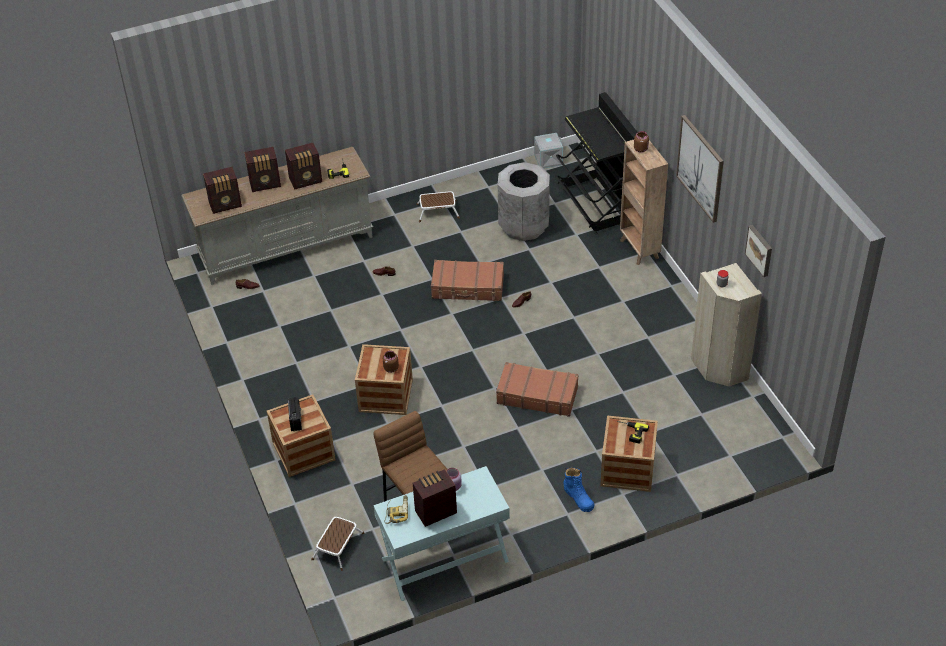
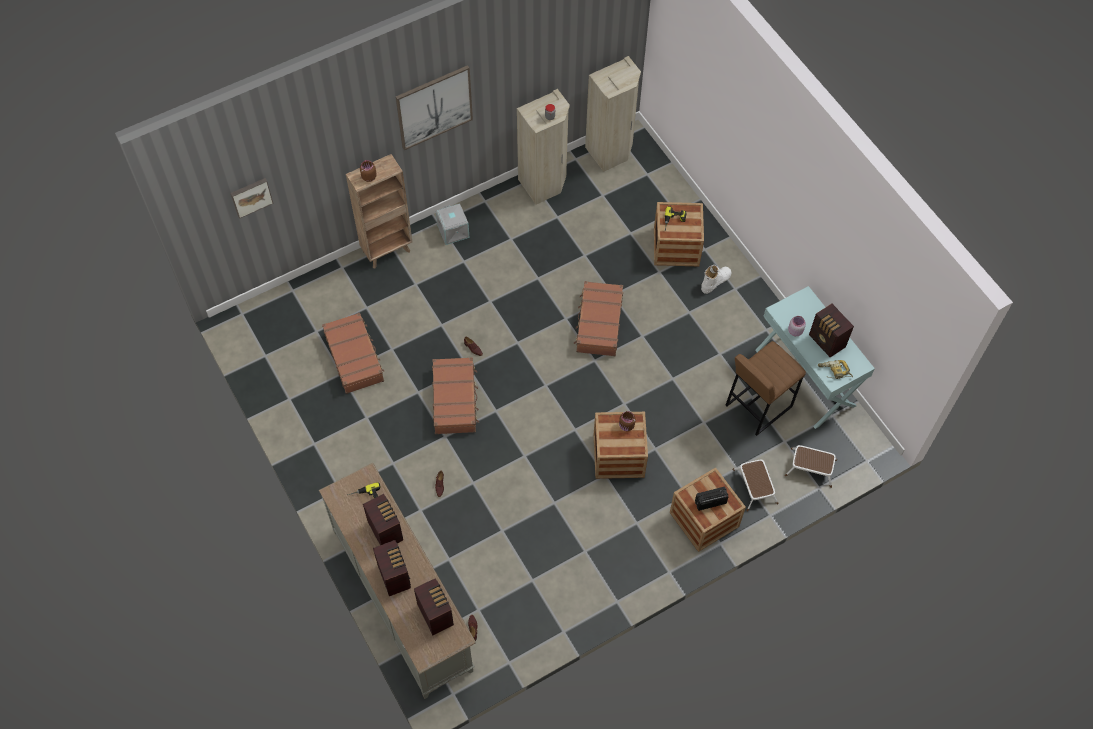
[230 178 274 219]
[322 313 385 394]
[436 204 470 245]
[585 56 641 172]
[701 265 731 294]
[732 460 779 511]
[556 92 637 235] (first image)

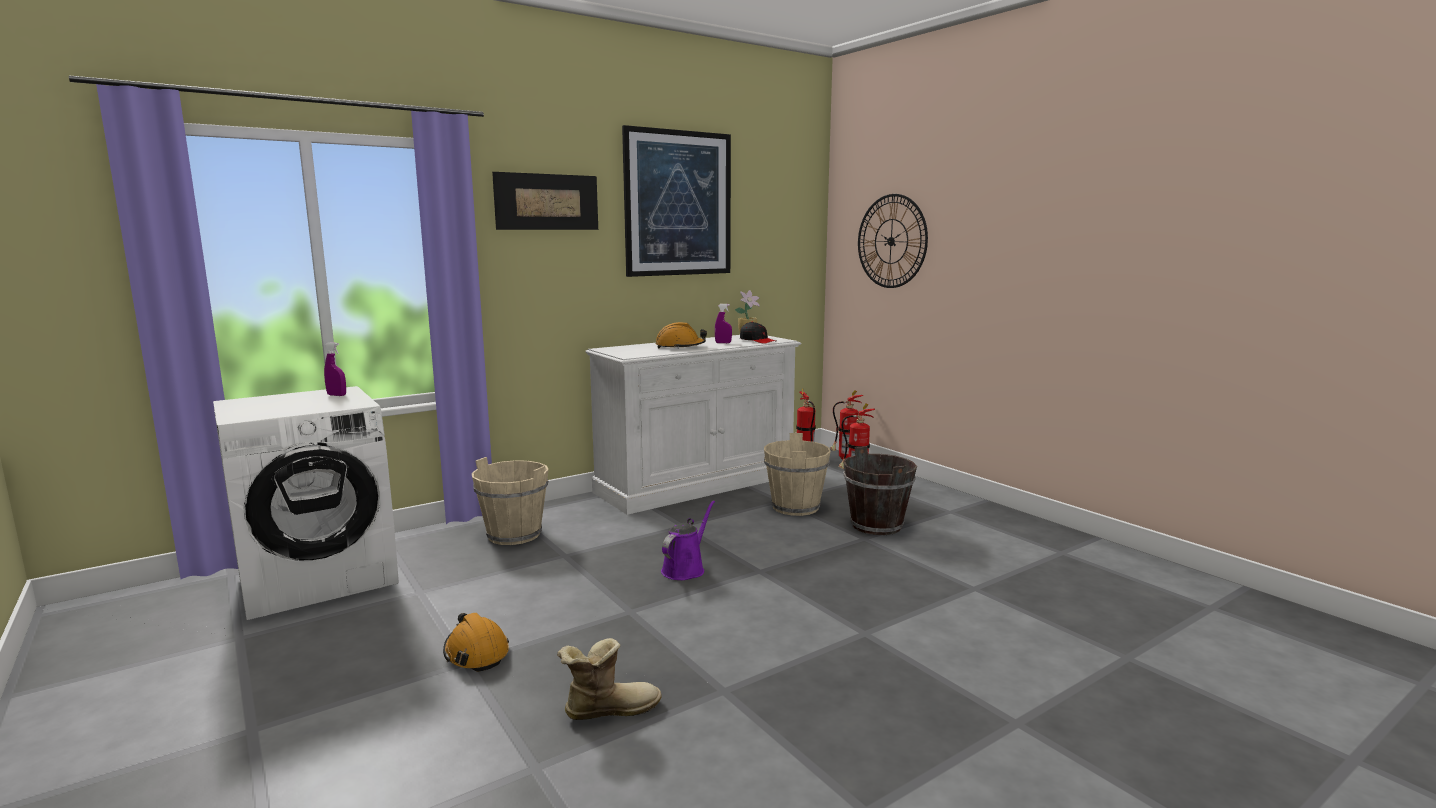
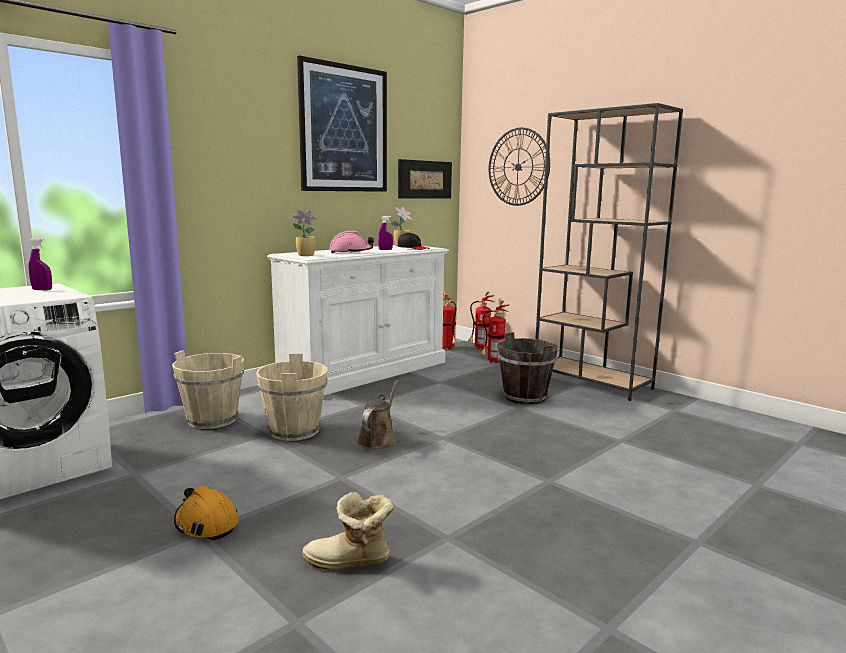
[256 353 328 441]
[292 209 317 256]
[302 492 394 570]
[329 231 374 253]
[357 380 398 449]
[398 159 452 199]
[535 103 683 401]

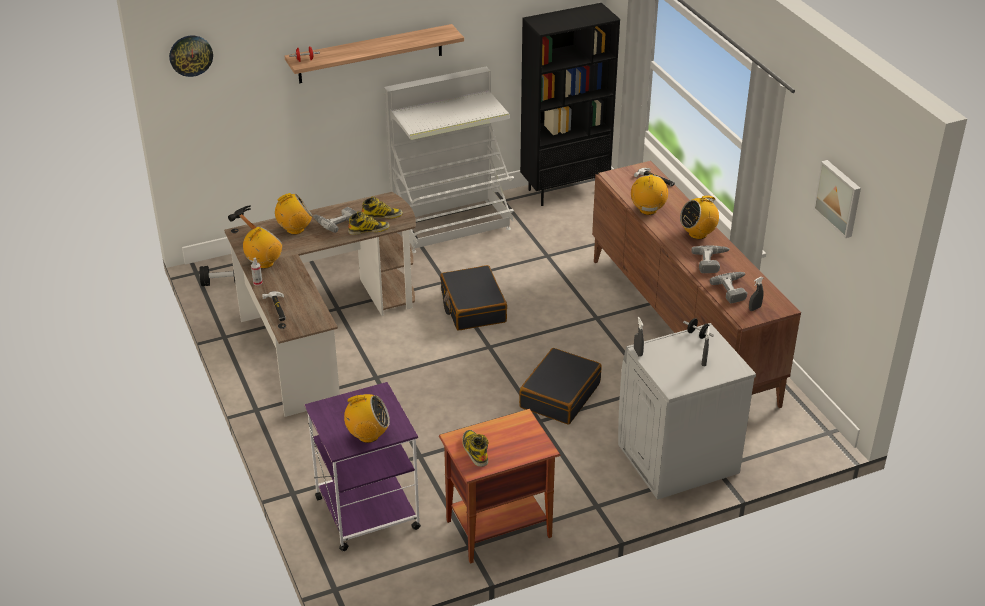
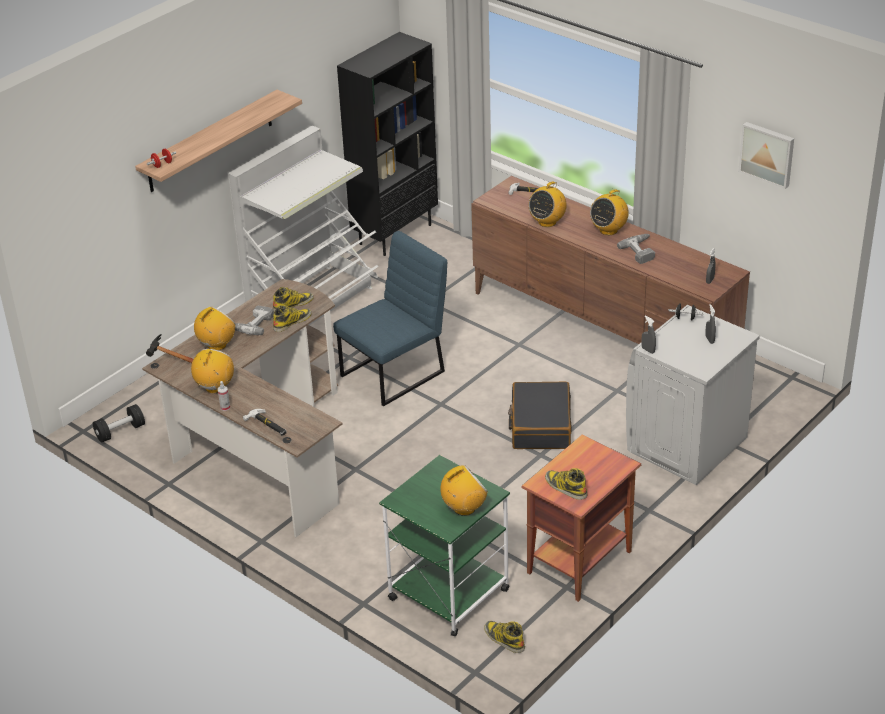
[333 231 447 406]
[379 455 510 636]
[484 621 525 653]
[529 180 567 227]
[169 36 213 77] (first image)
[710 272 747 303] (first image)

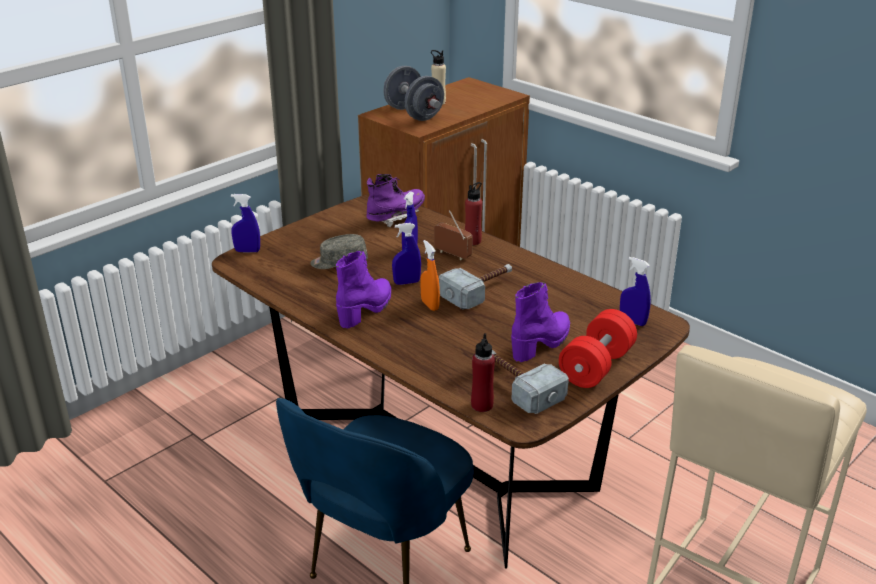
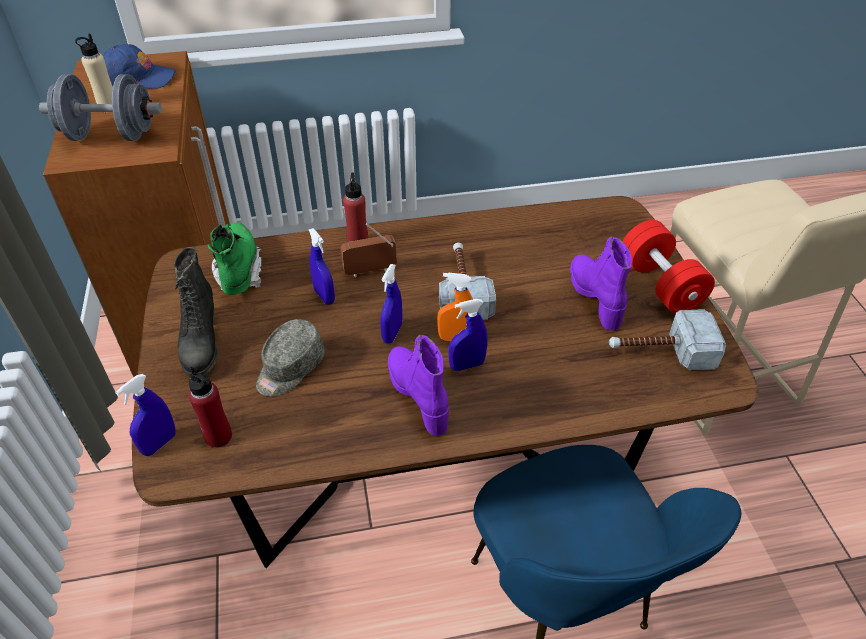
[103 44 176 89]
[174 247 218 378]
[189 367 232 448]
[208 223 261 295]
[449 299 488 371]

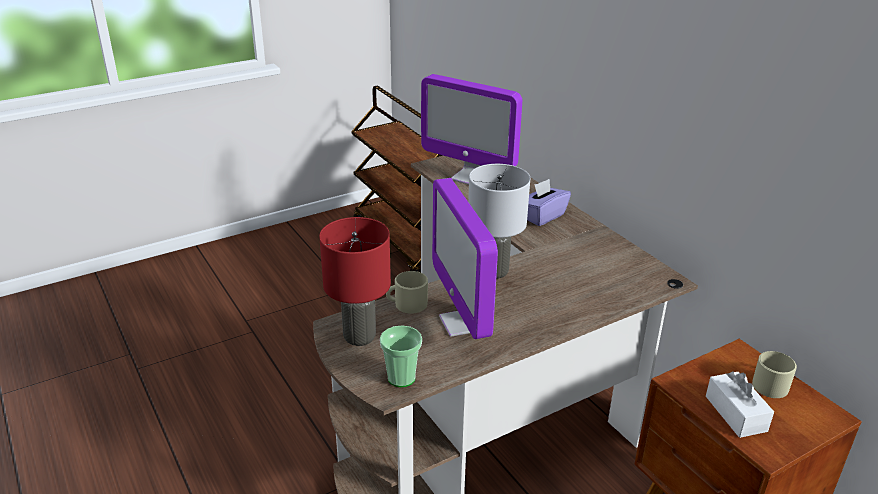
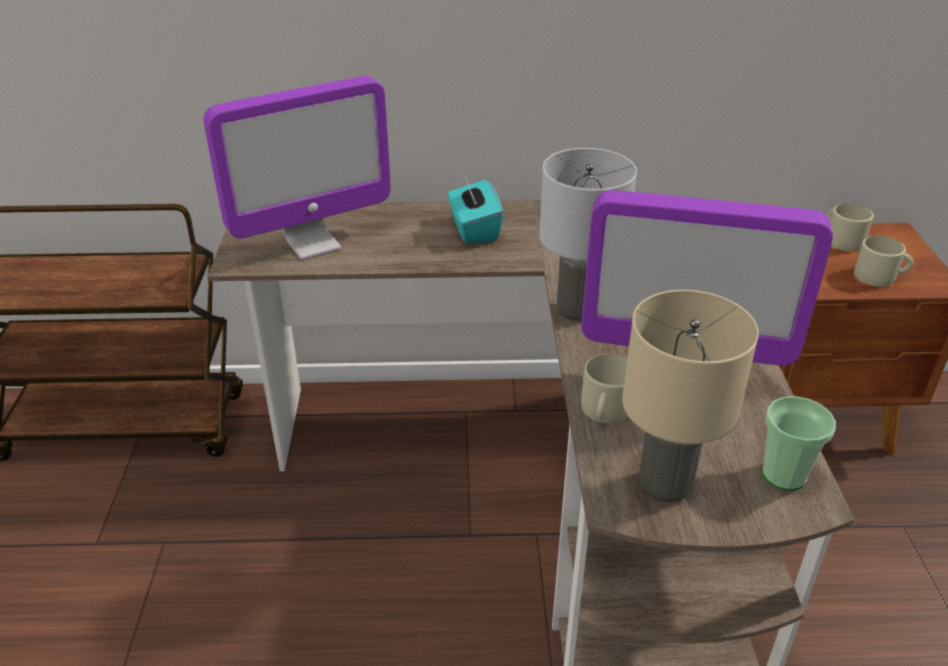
[447 176 503 244]
[622 290 759 502]
[854 236 913 287]

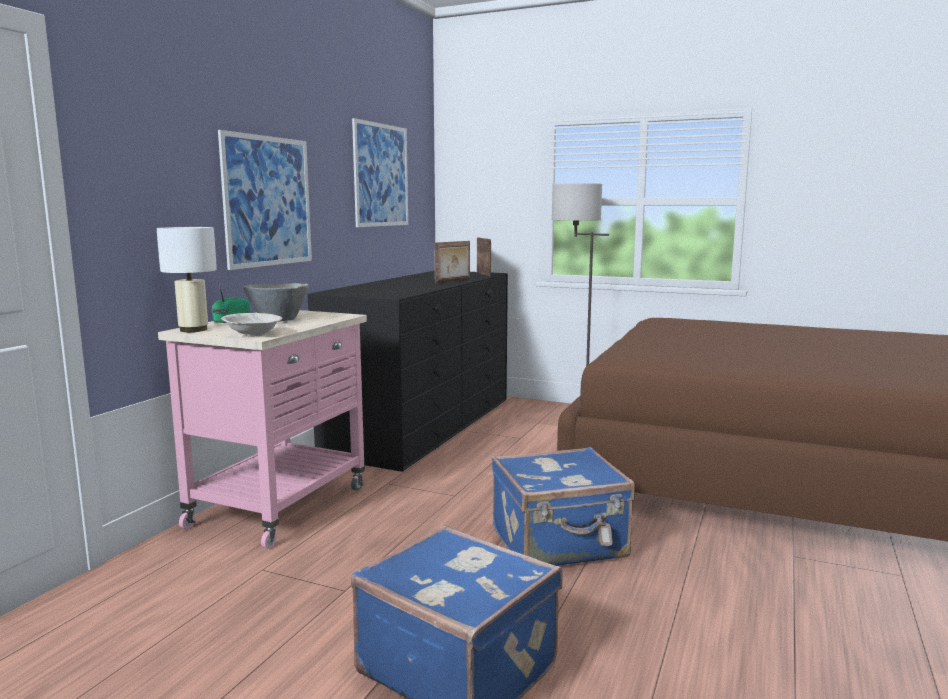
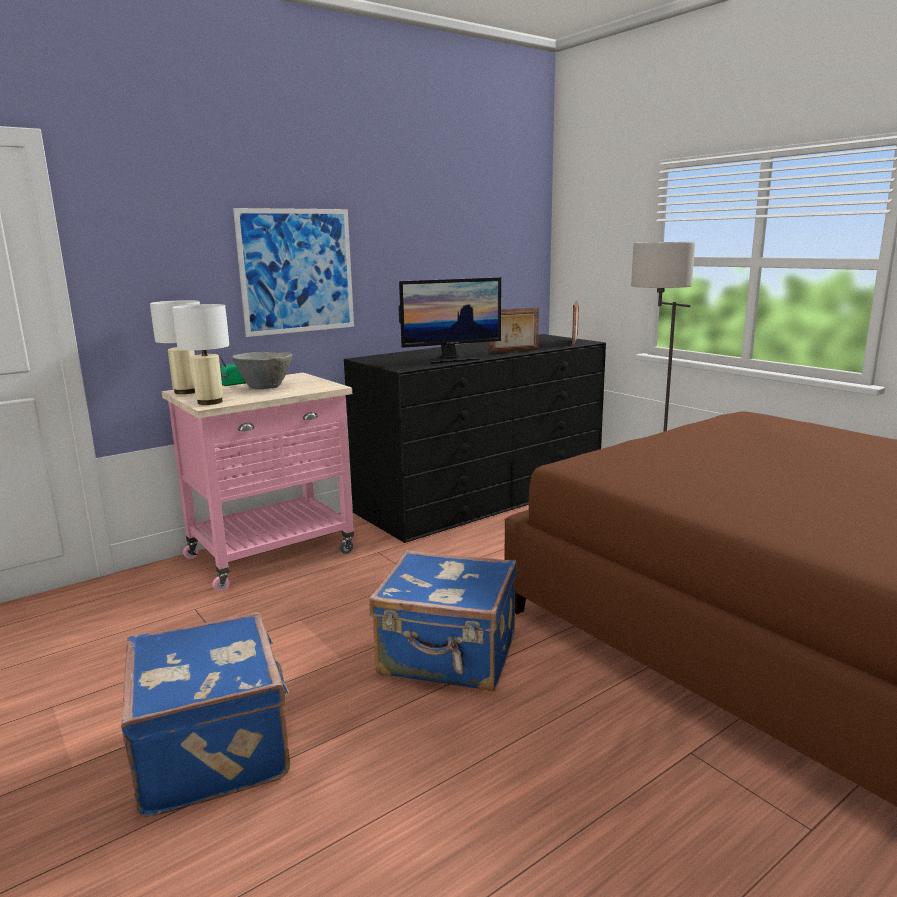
[172 304 229 405]
[399 277 501 364]
[352 118 408 227] (first image)

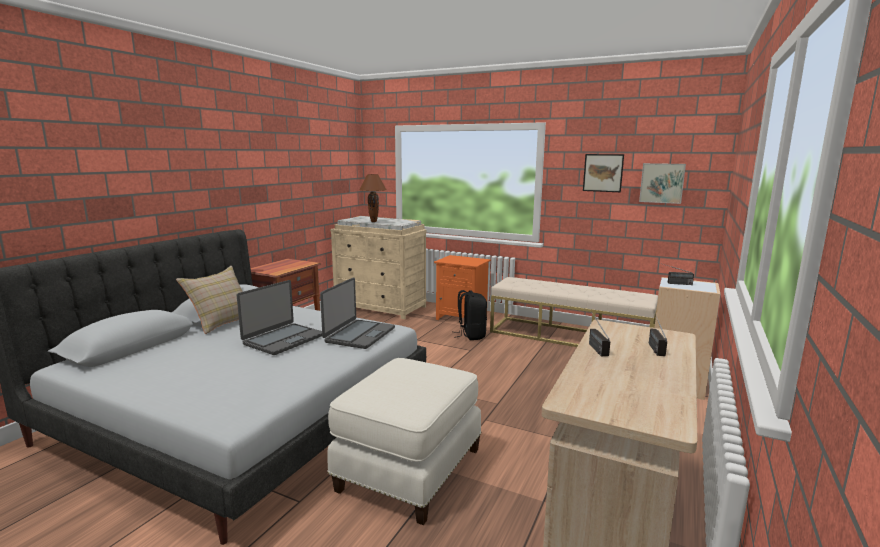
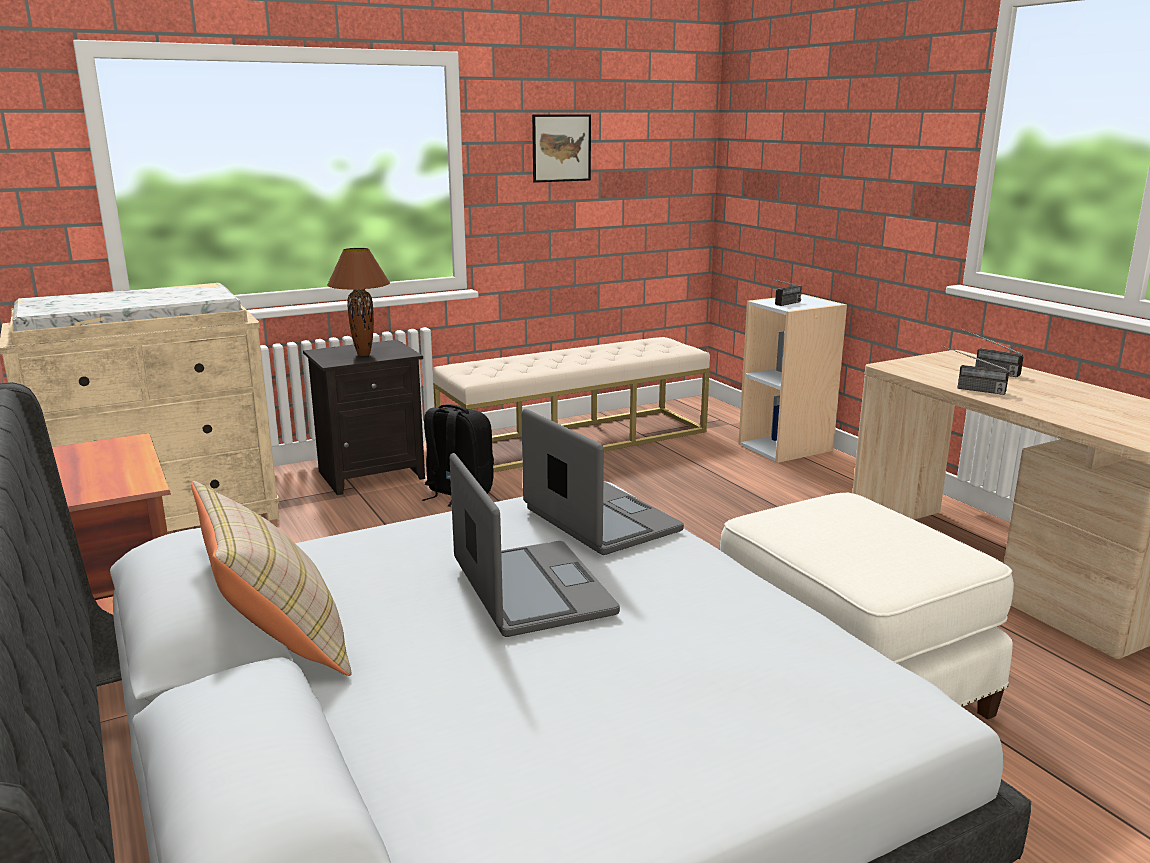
[303 340 425 495]
[327 248 390 356]
[639 163 686 204] (first image)

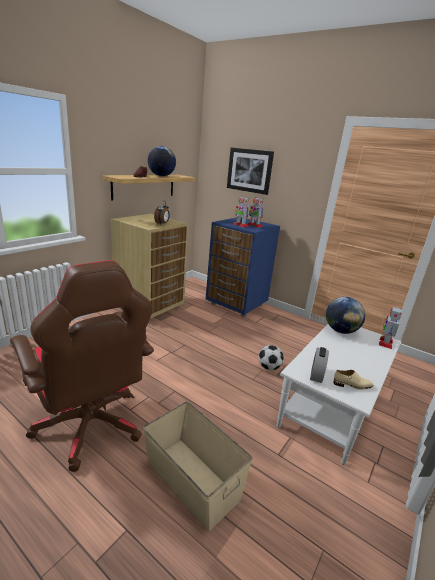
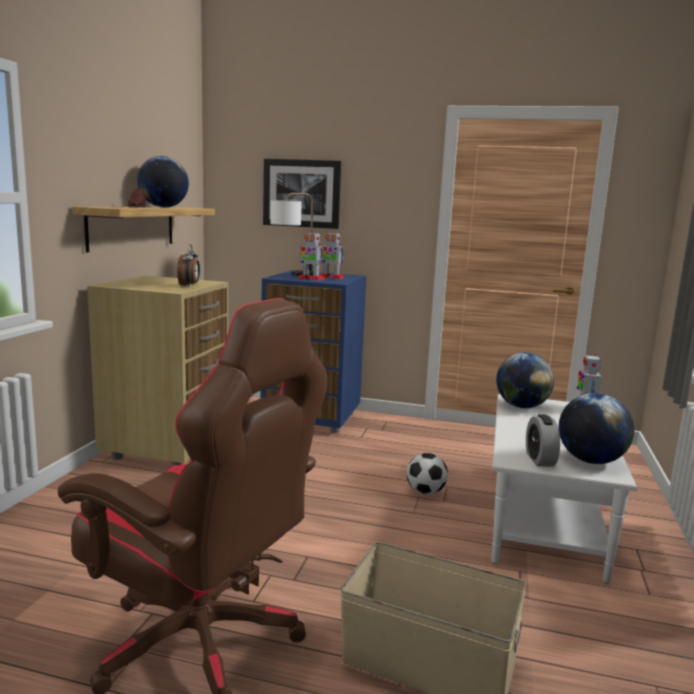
[270 193 313 276]
[559 393 634 464]

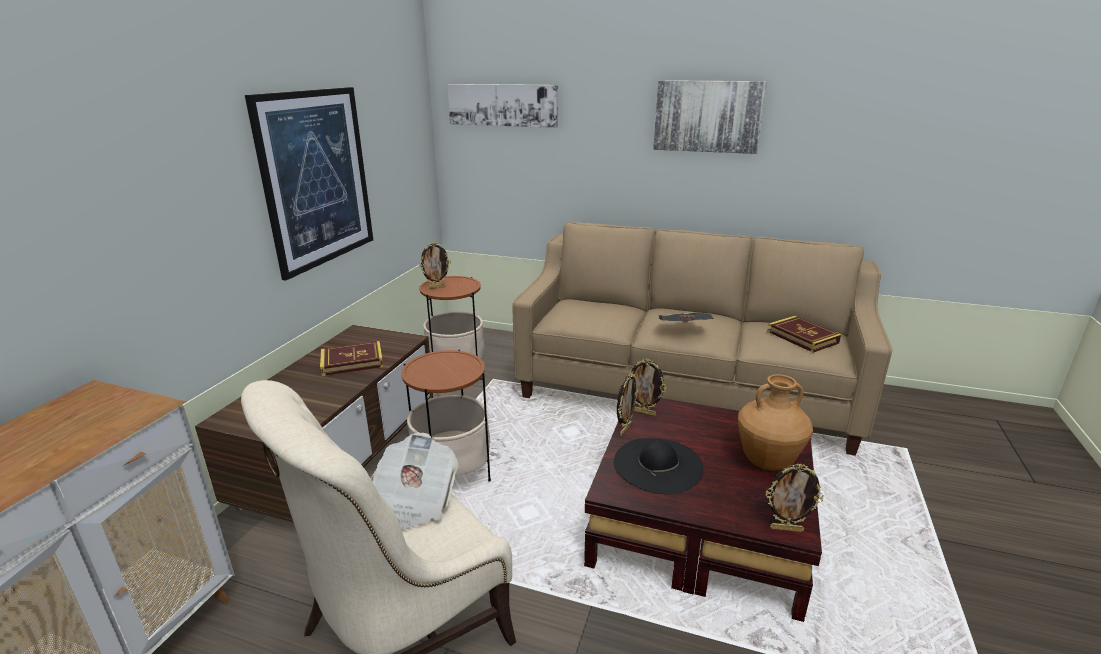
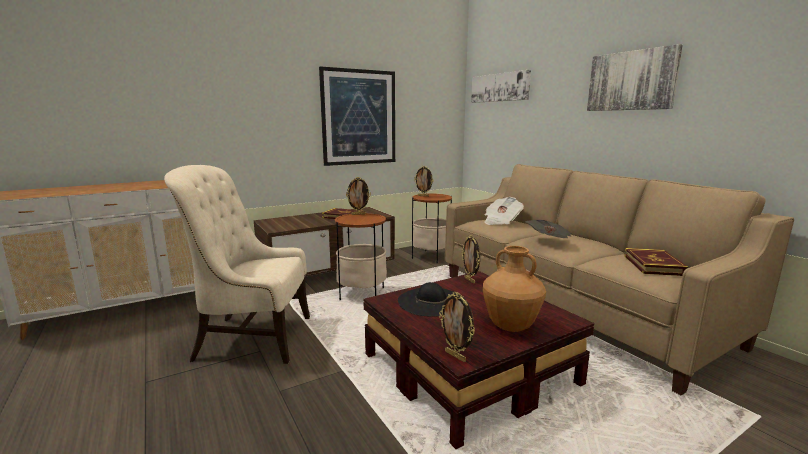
[346 177 371 215]
[484 197 524 225]

